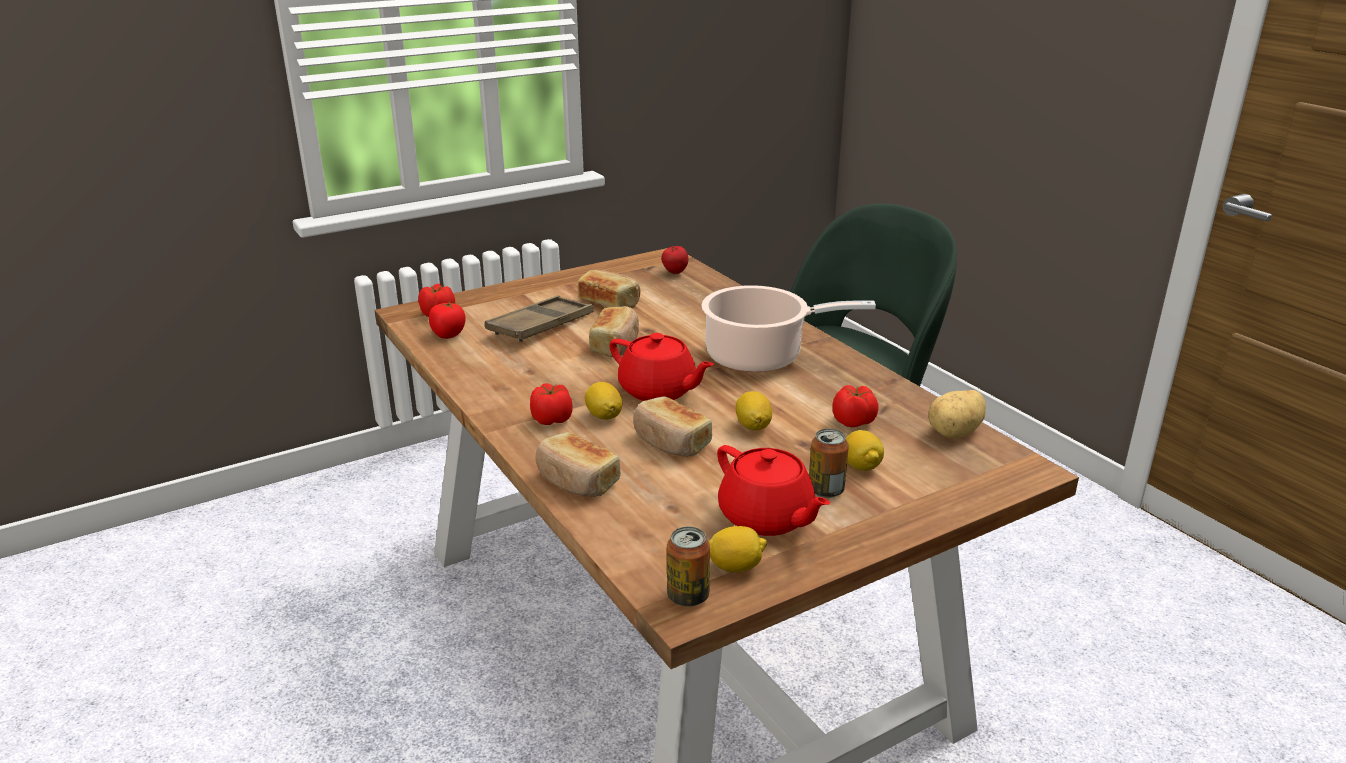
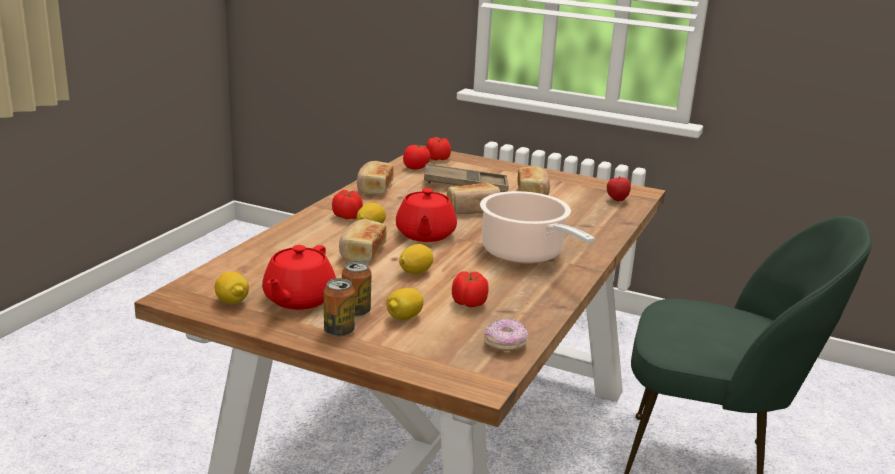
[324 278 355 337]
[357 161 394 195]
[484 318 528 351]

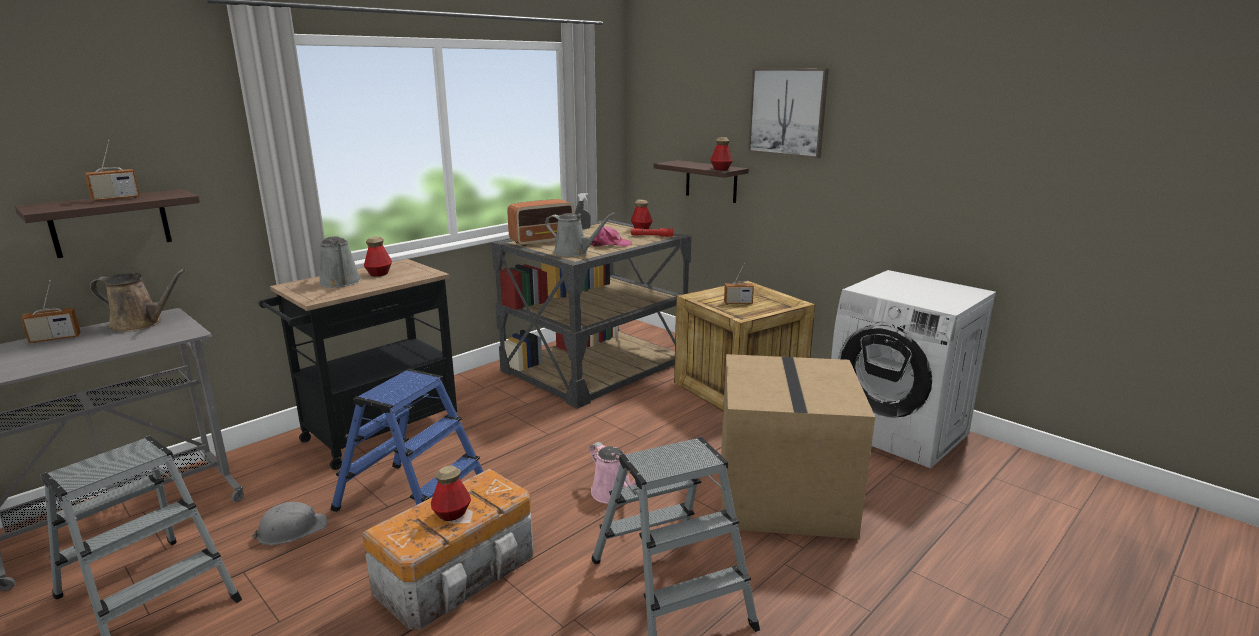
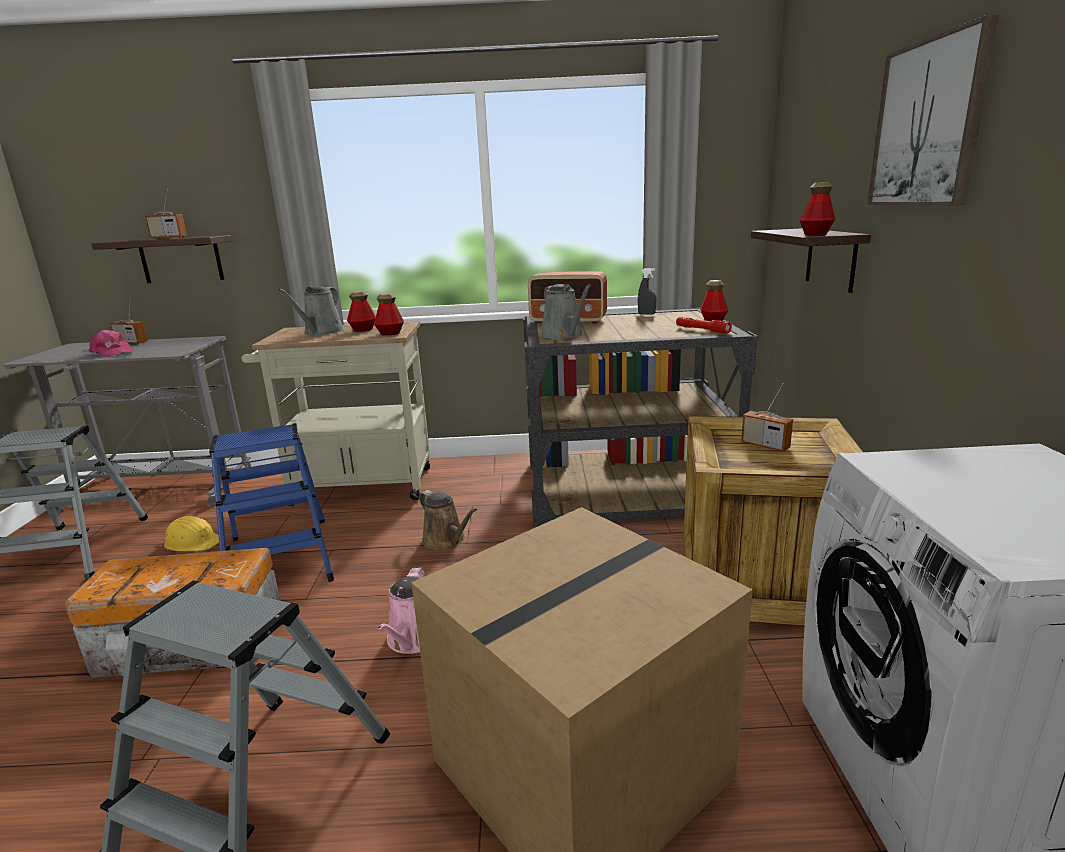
[89 330 135 357]
[164 516 219 551]
[241 321 430 506]
[374 293 404 335]
[419 490 477 550]

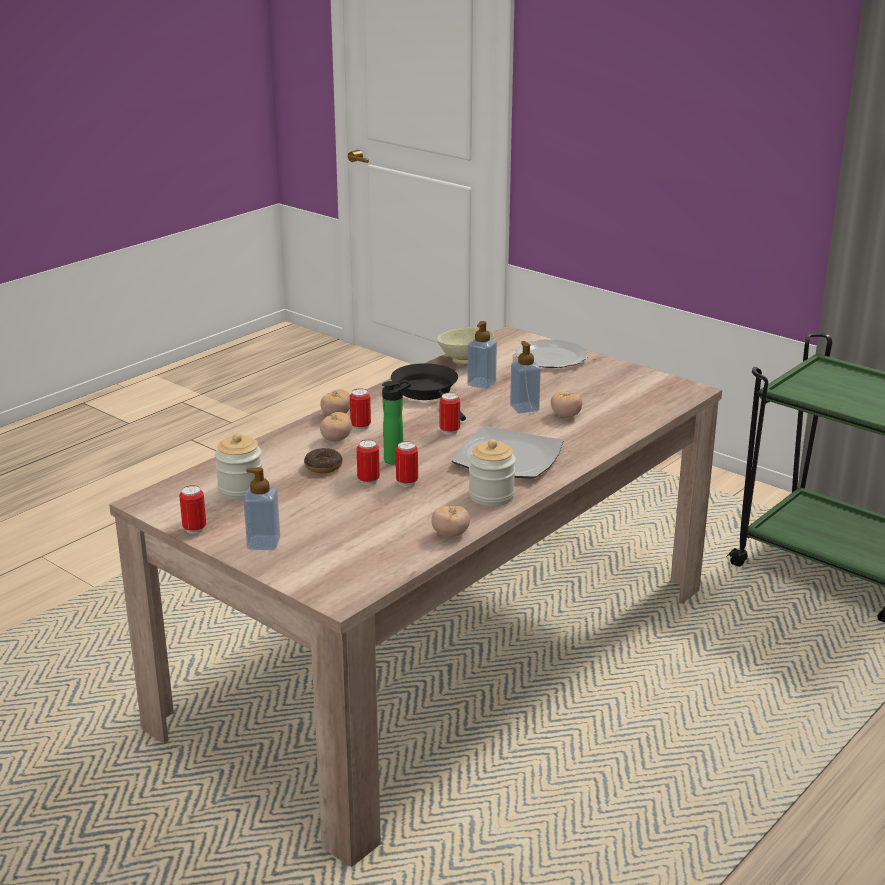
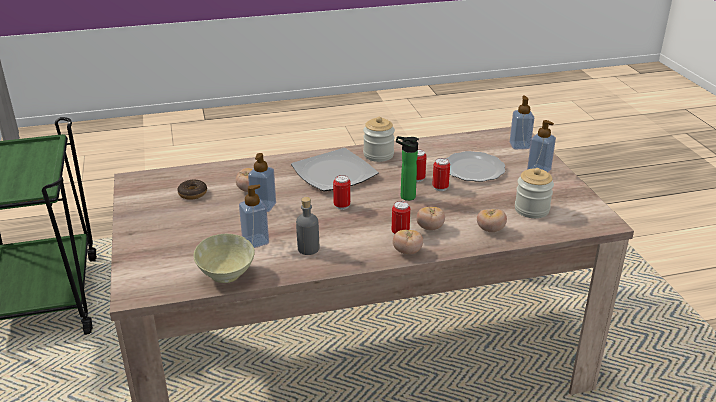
[177 179 207 200]
[296 197 319 255]
[445 151 505 182]
[477 209 507 232]
[510 96 534 149]
[179 485 206 534] (first image)

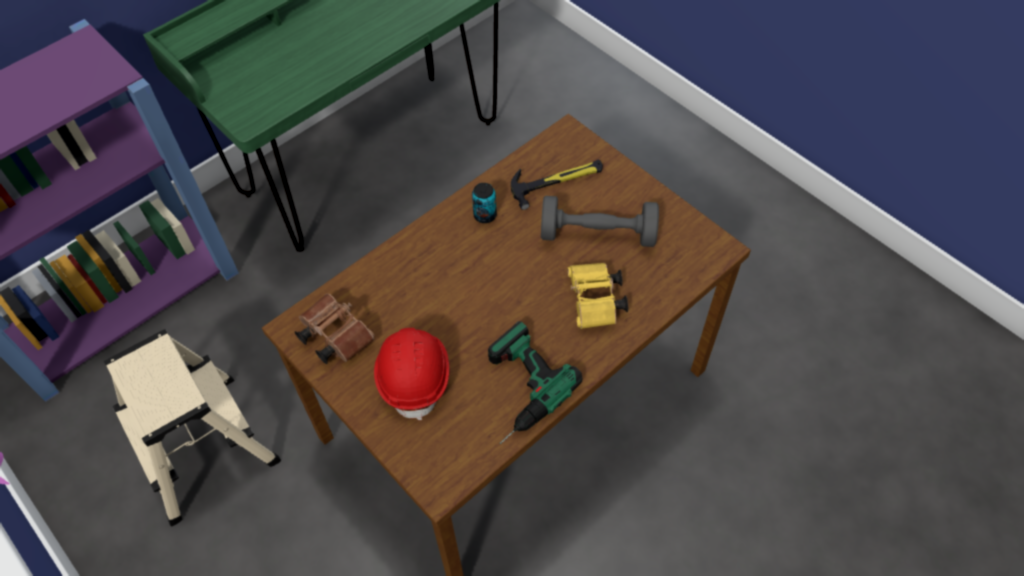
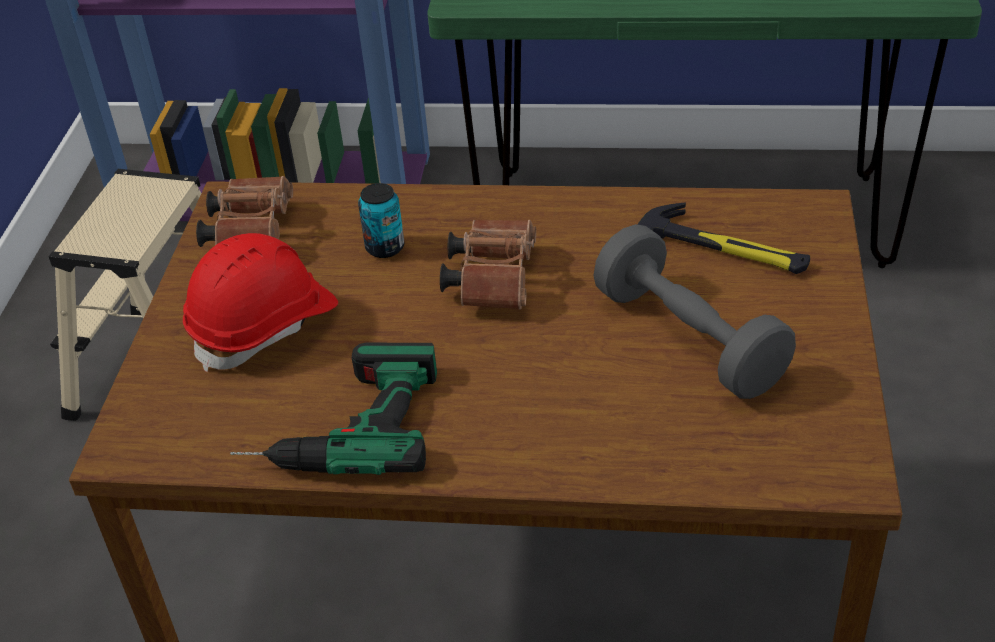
[358 183 405 258]
[440 220 536 309]
[568 263 628 329] (first image)

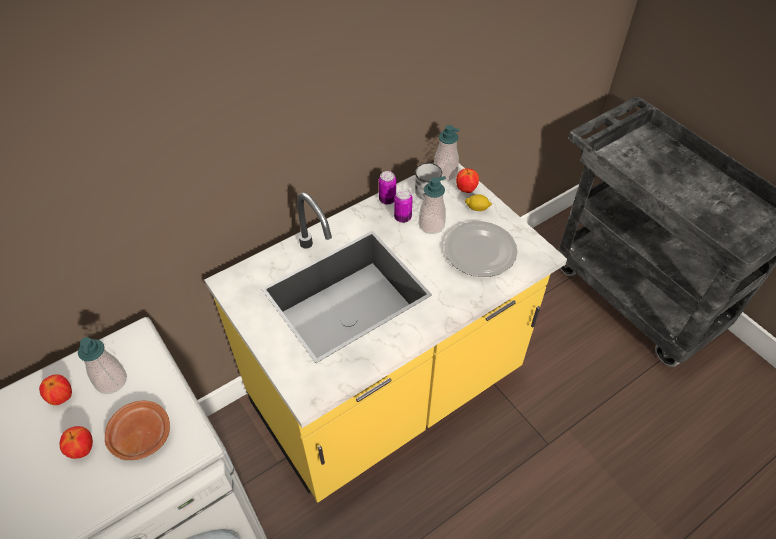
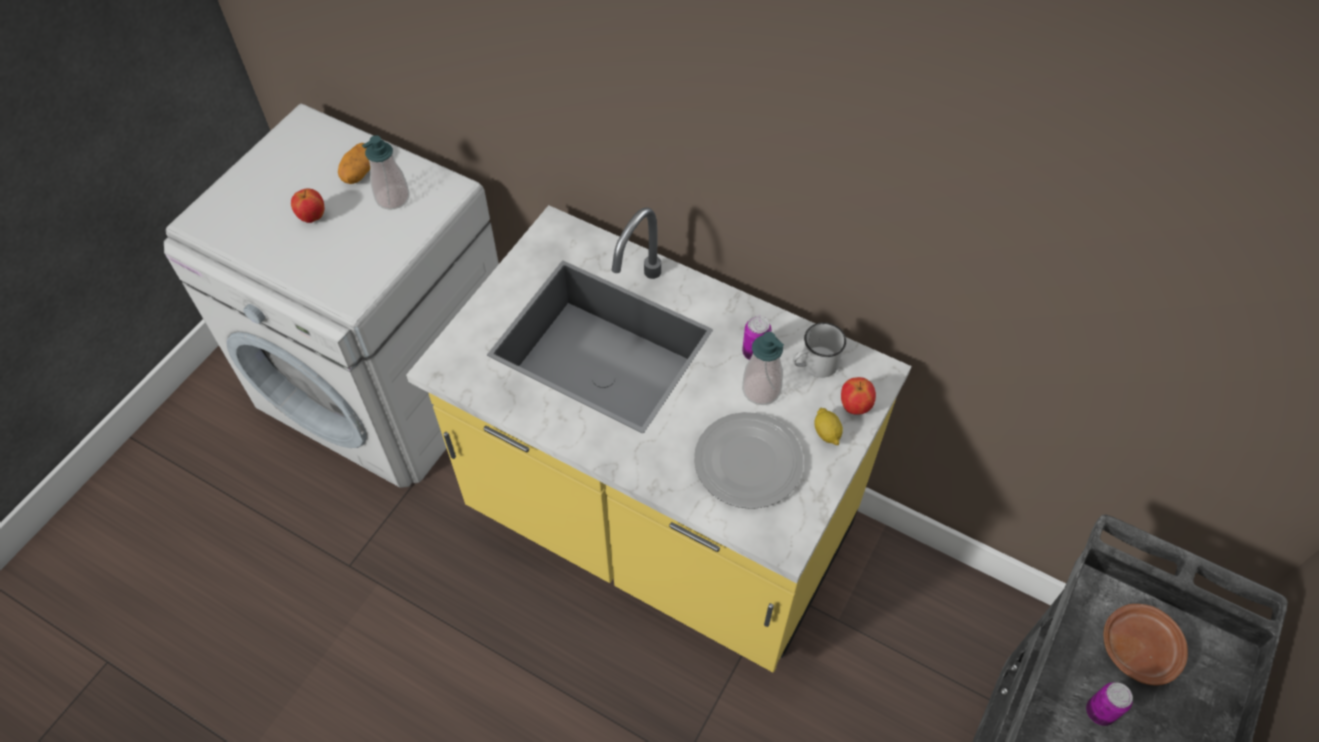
[338 143 370 184]
[1086 682 1133 726]
[1104 604 1188 685]
[434 125 460 181] (first image)

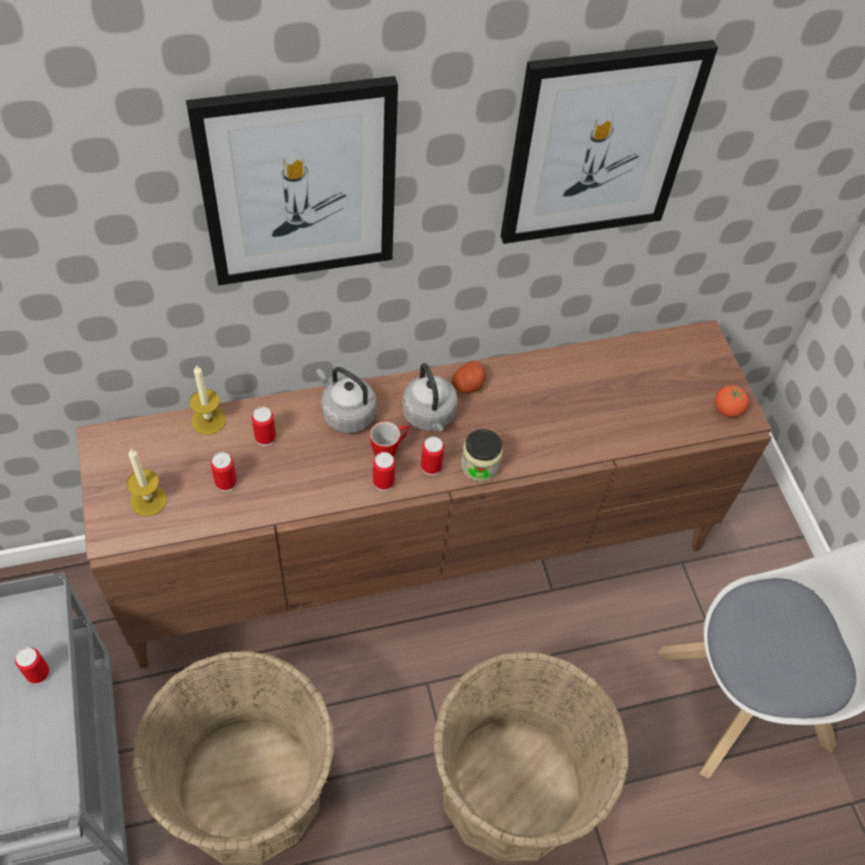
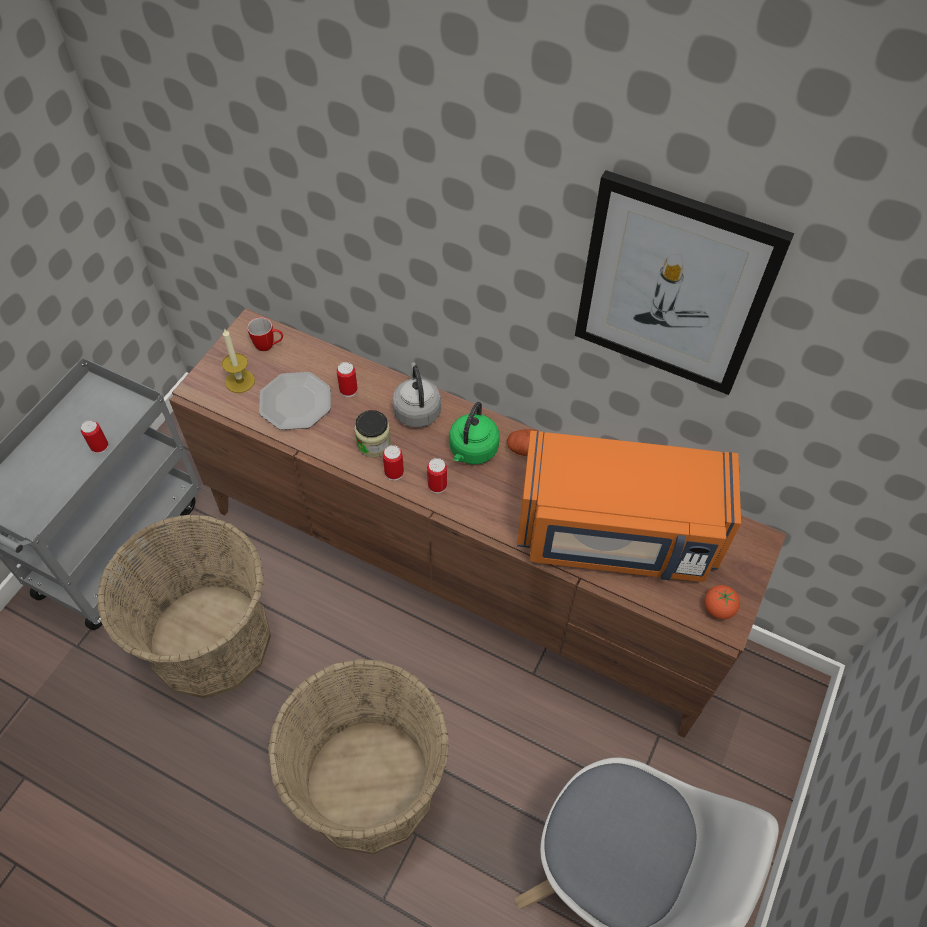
[247 317 283 351]
[259 372 331 430]
[354 410 391 457]
[449 402 500 464]
[517 431 741 582]
[186 76 398 285] (first image)
[189 365 226 435] (first image)

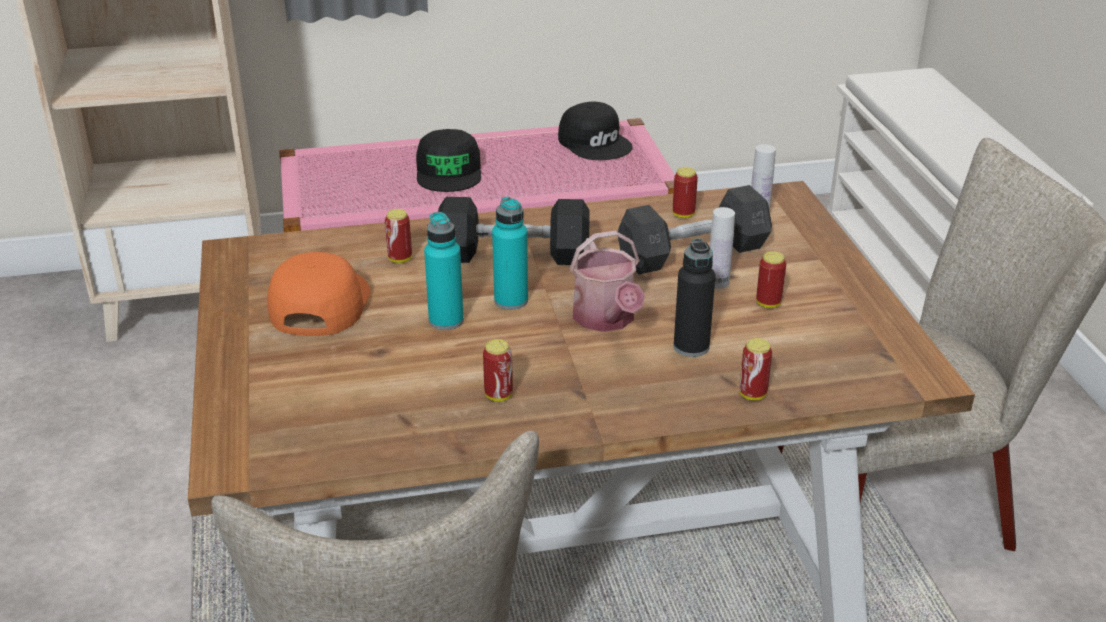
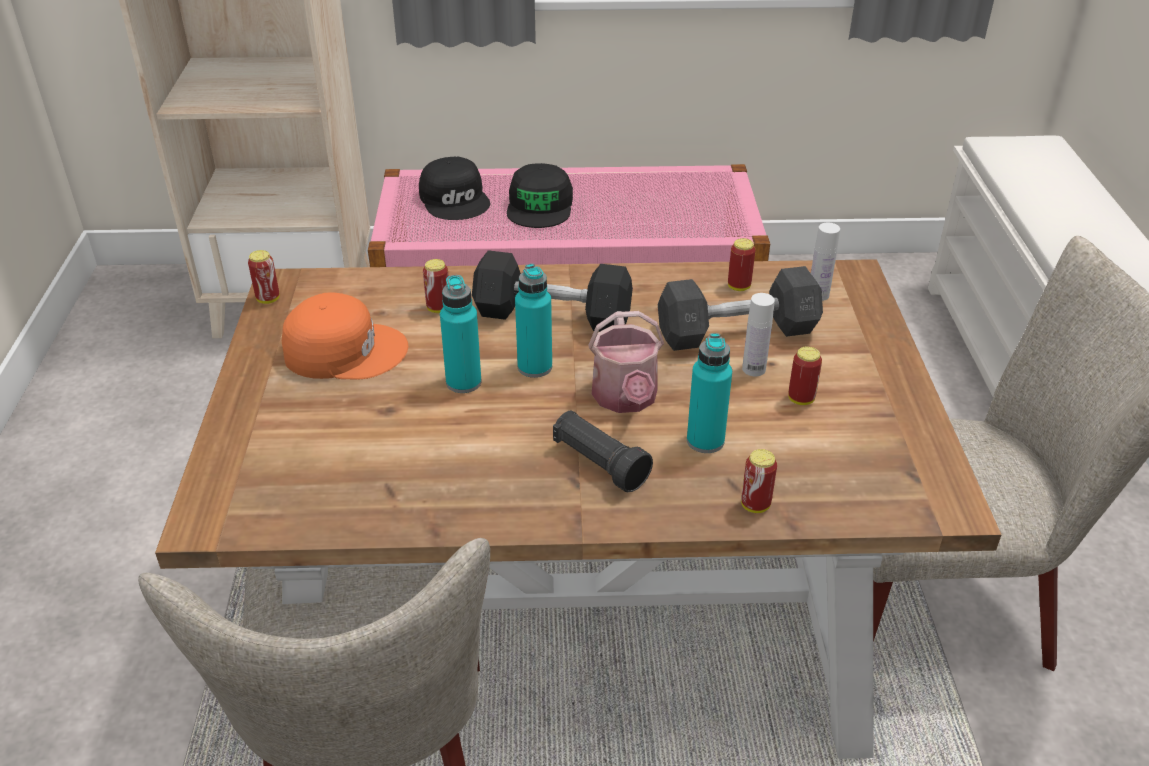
[248 250 280 304]
[282 292 408 380]
[419 157 490 220]
[553 411 653 492]
[687 333 732 453]

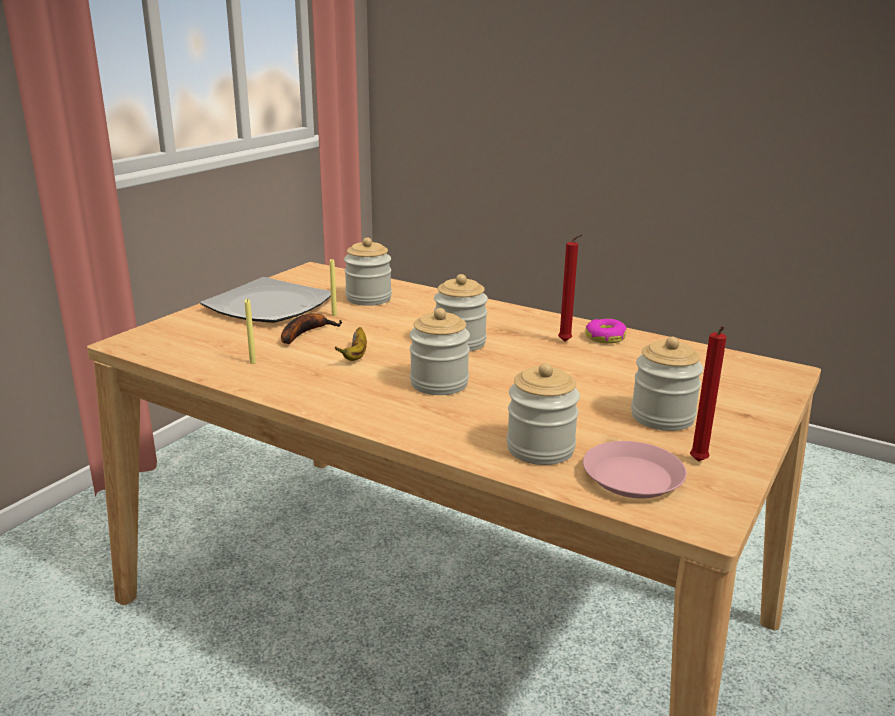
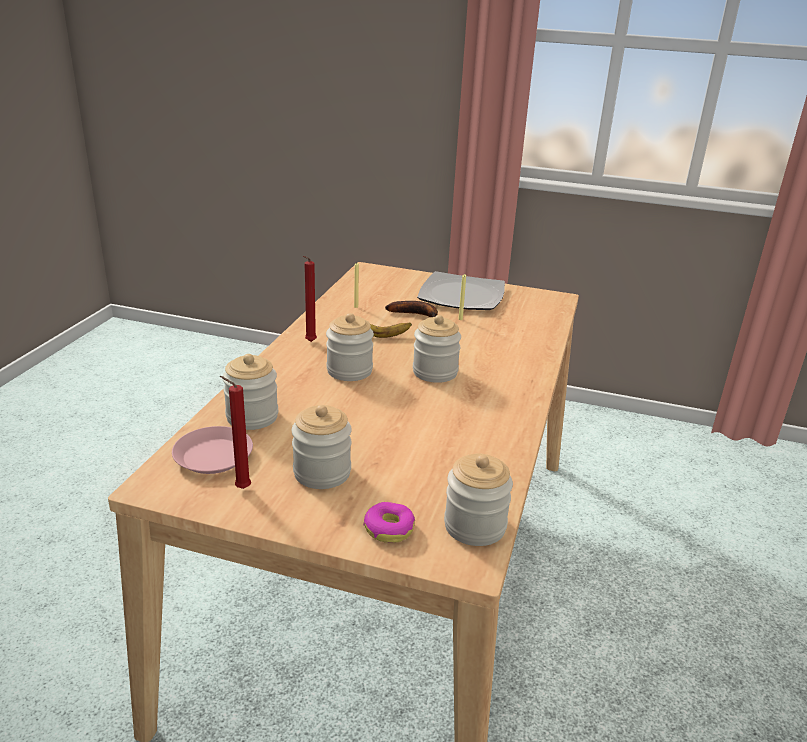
[303 256 317 342]
[363 502 415 543]
[444 454 513 546]

